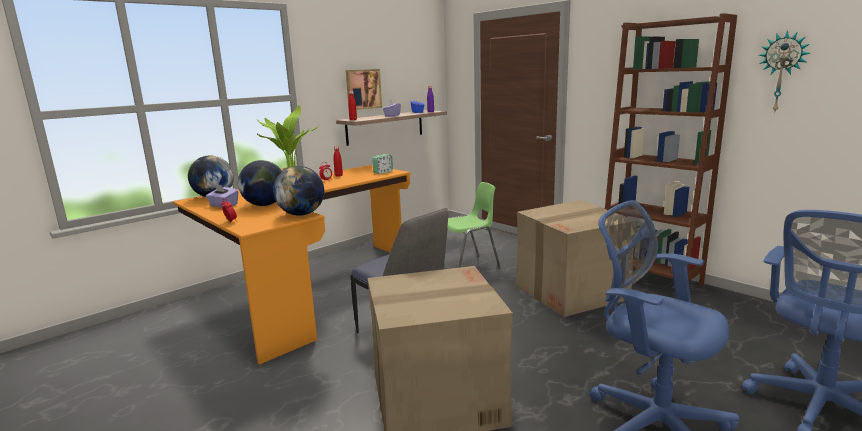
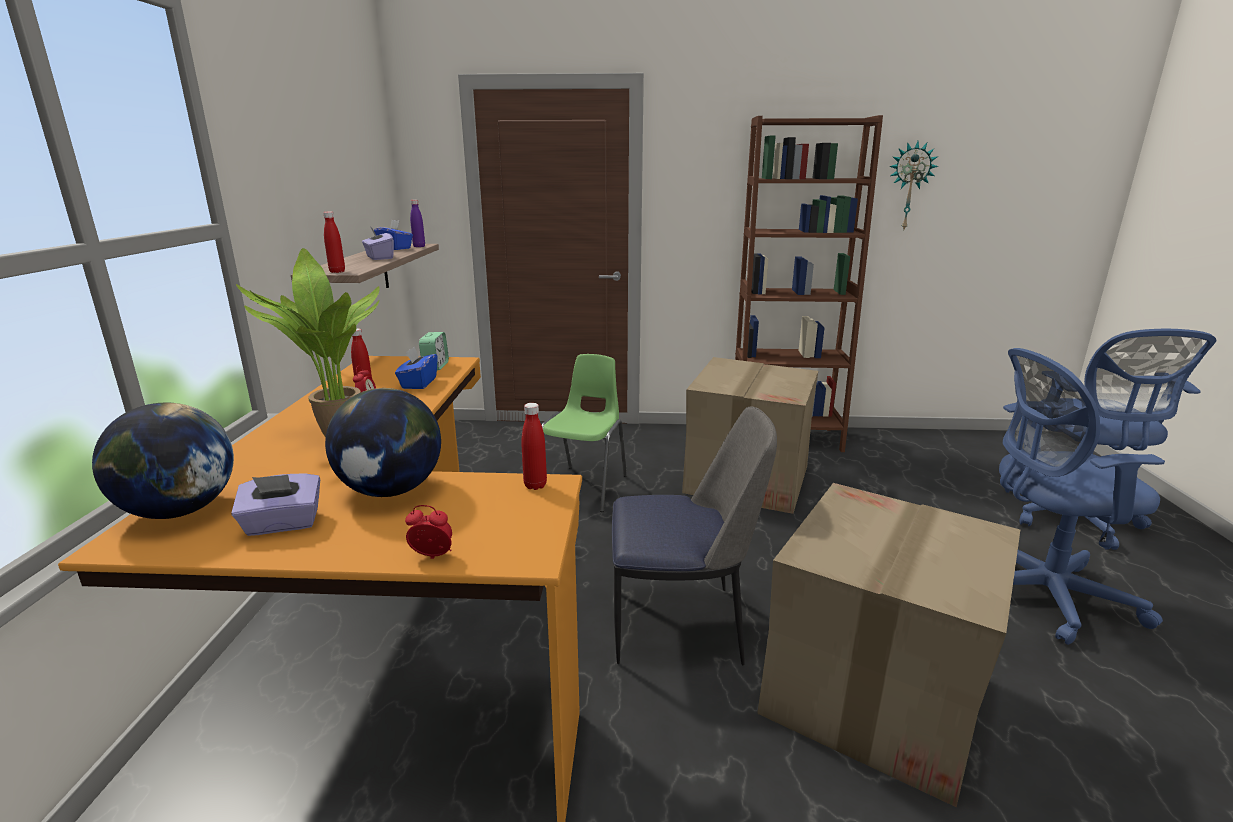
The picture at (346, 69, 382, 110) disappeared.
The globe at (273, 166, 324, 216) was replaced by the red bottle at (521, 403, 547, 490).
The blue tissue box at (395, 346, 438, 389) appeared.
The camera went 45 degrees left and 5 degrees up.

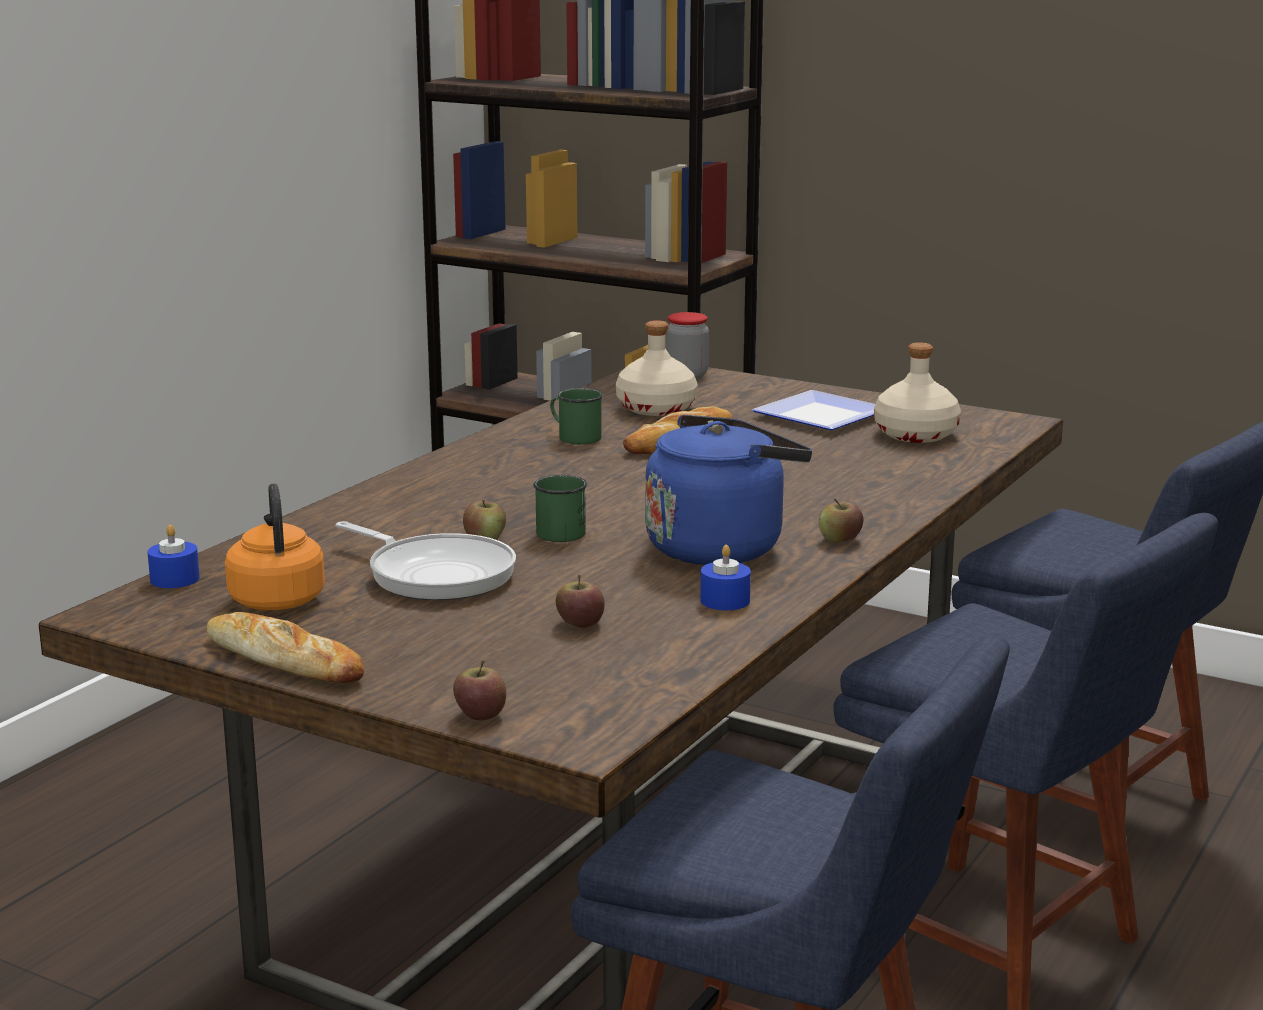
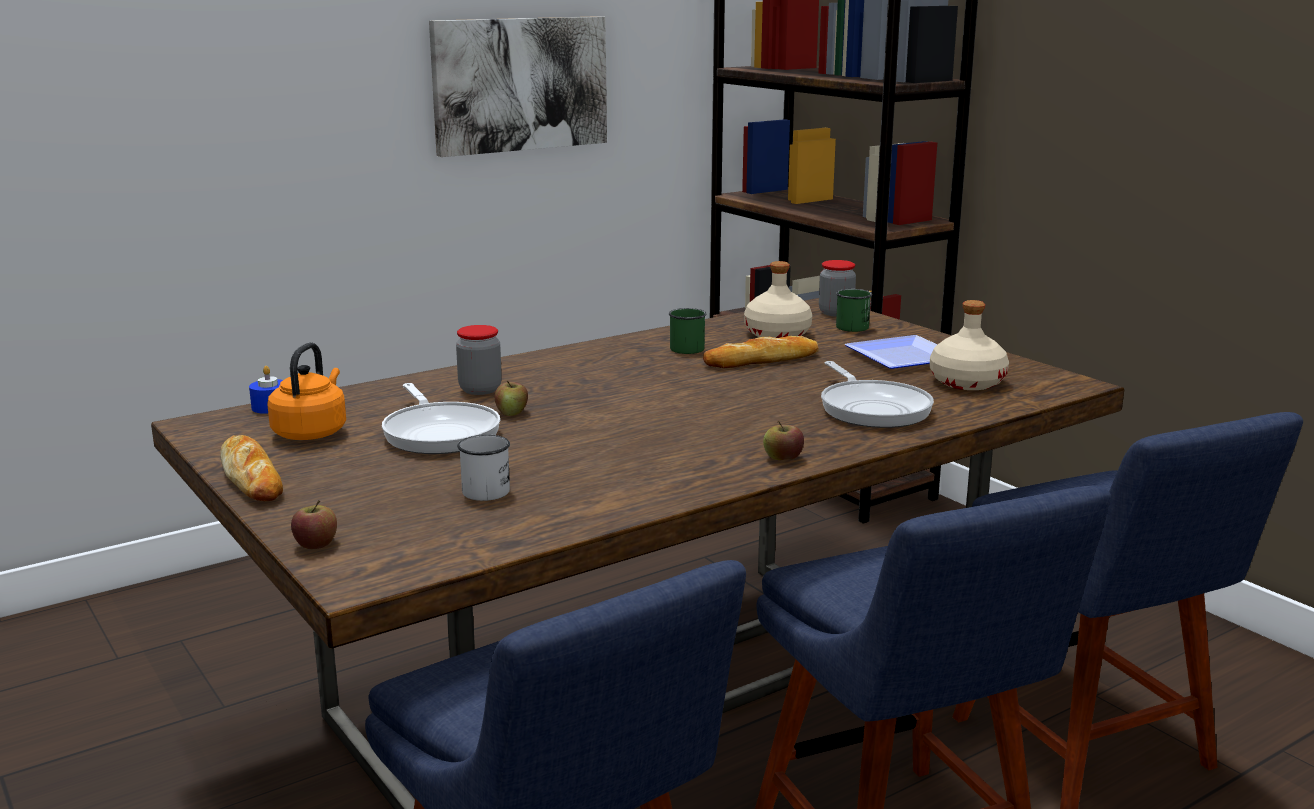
The blue kettle at (645, 415, 812, 565) disappeared.
The green mug moved from (533, 475, 587, 542) to (836, 289, 872, 332).
The blue candle at (700, 545, 751, 610) disappeared.
The apple at (556, 575, 605, 628) was replaced by the white mug at (457, 435, 510, 501).
The picture at (429, 16, 607, 157) appeared.
The jar at (456, 325, 502, 395) appeared.
The frying pan at (821, 361, 934, 428) appeared.
The camera went 25 degrees right and 0 degrees up.

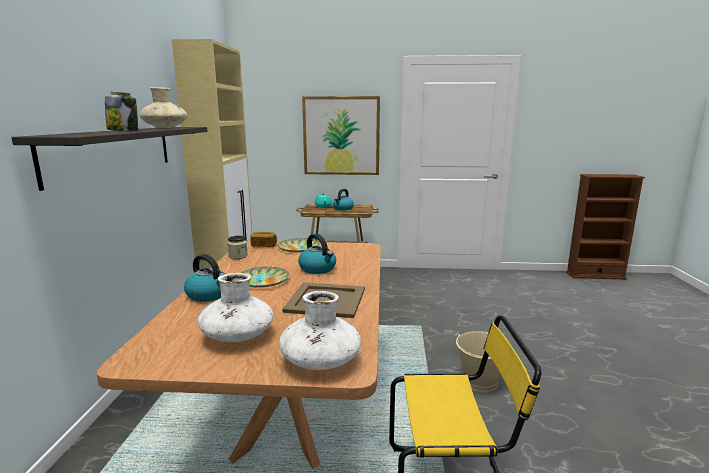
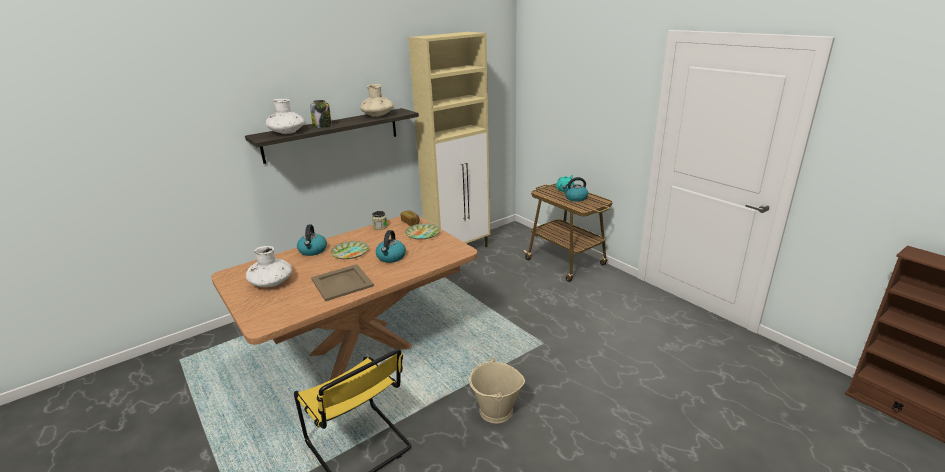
The picture at (302, 96, 380, 175) disappeared.
The white vase moved from (279, 291, 361, 370) to (266, 99, 305, 134).
The camera went 50 degrees right and 10 degrees up.

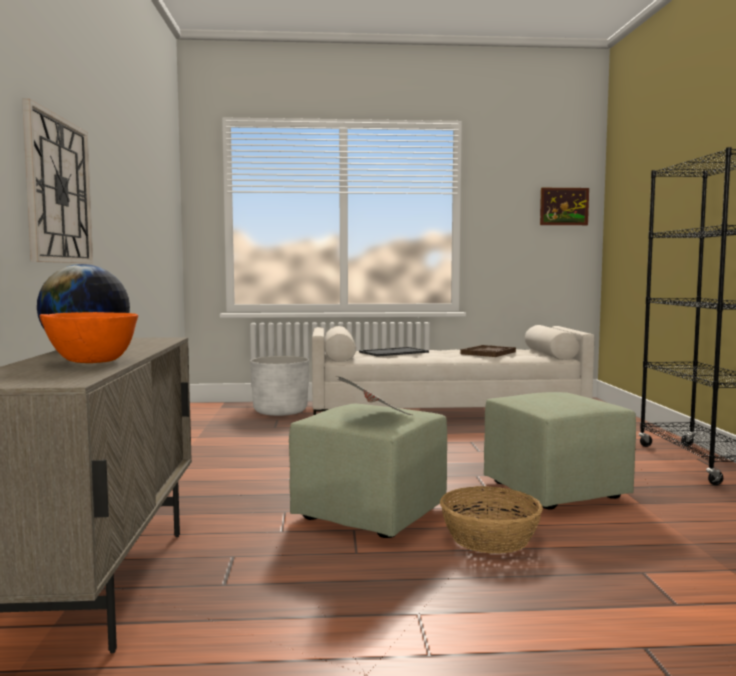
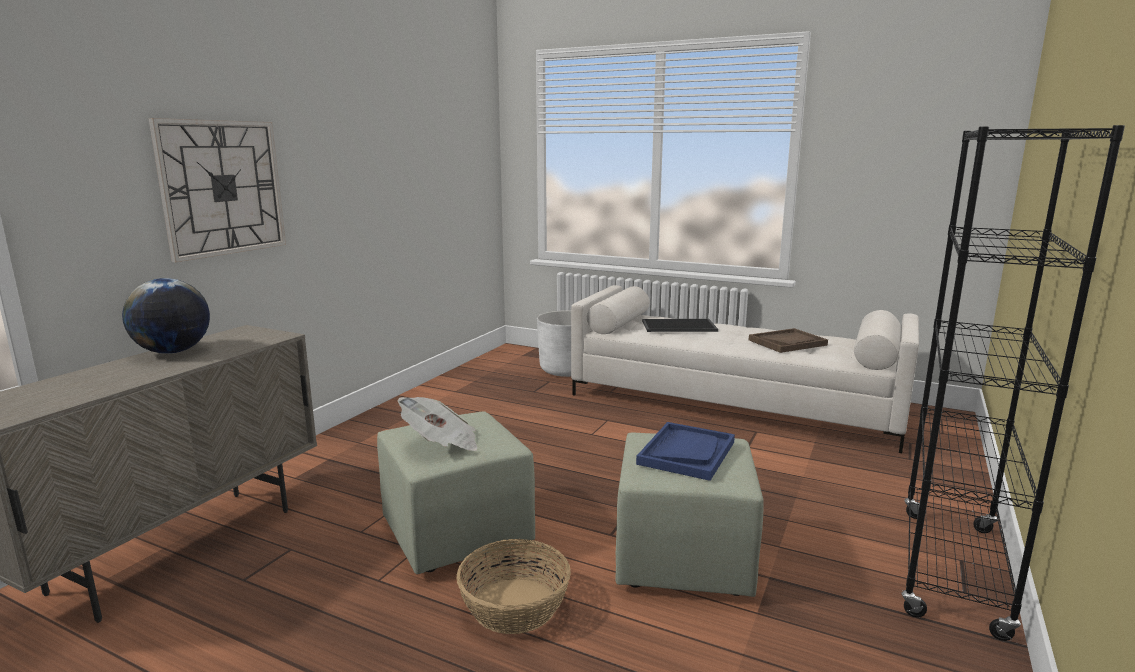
The picture at (540, 188, 589, 225) disappeared.
The orange bowl at (40, 312, 138, 363) disappeared.
The blue tray at (636, 422, 735, 481) appeared.
The camera went 30 degrees right and 10 degrees up.

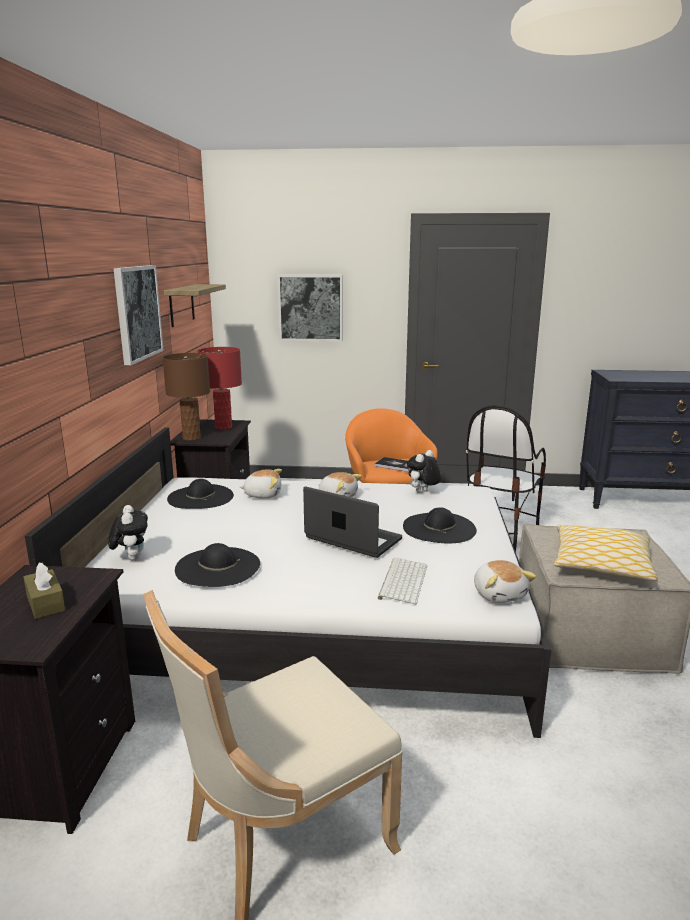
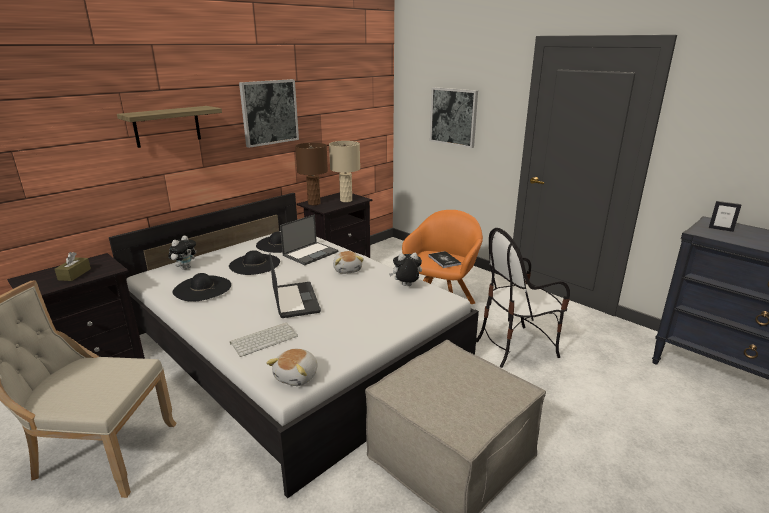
The shelf moved from (164, 284, 226, 327) to (117, 106, 222, 148).
The red table lamp at (198, 347, 242, 430) became the beige table lamp at (329, 141, 360, 202).
The plush toy at (239, 469, 282, 499) was replaced by the laptop at (280, 214, 338, 265).
The black hat moved from (403, 507, 477, 543) to (229, 250, 280, 275).
The pillow at (554, 525, 658, 581) disappeared.
The picture frame at (709, 201, 742, 232) appeared.
The camera went 40 degrees right and 5 degrees up.

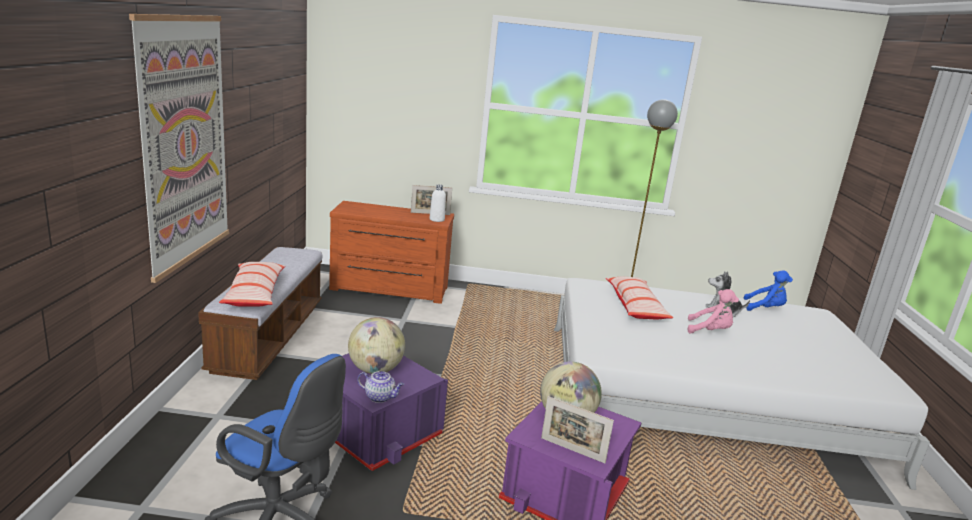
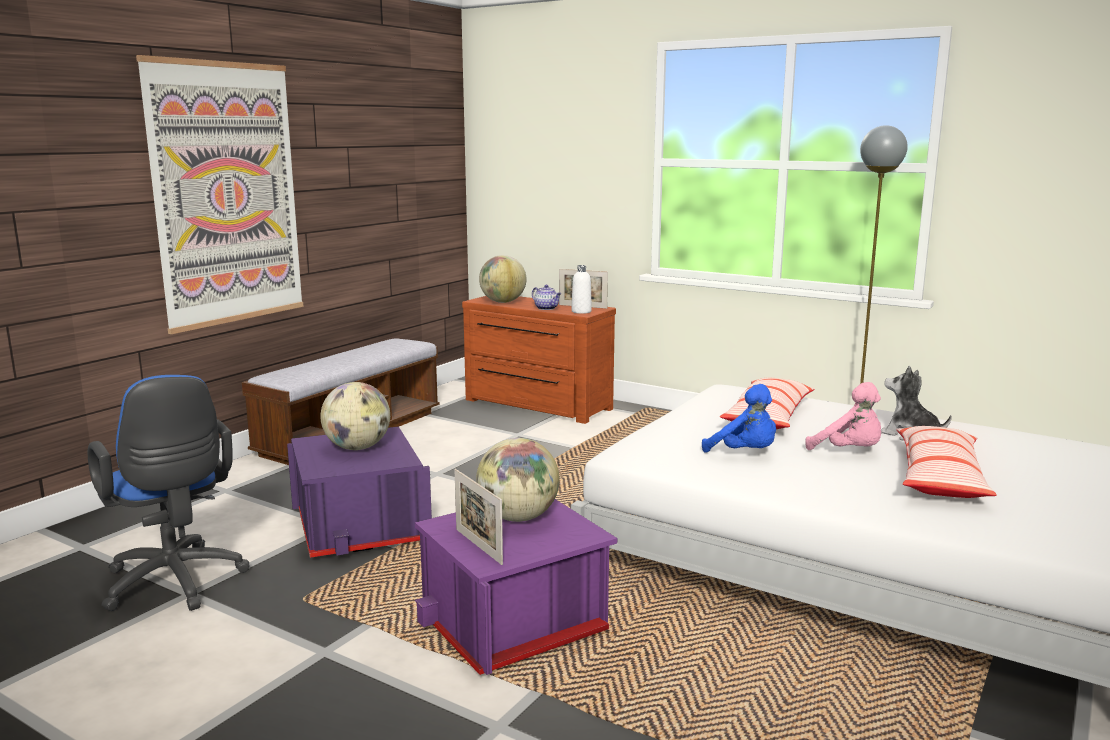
The pillow moved from (219, 262, 285, 307) to (896, 426, 997, 498).
The blue plush toy moved from (744, 270, 793, 311) to (702, 384, 776, 452).
The teapot moved from (357, 371, 404, 403) to (532, 285, 561, 310).
The globe at (479, 255, 526, 303) appeared.
The camera went 30 degrees right and 5 degrees down.

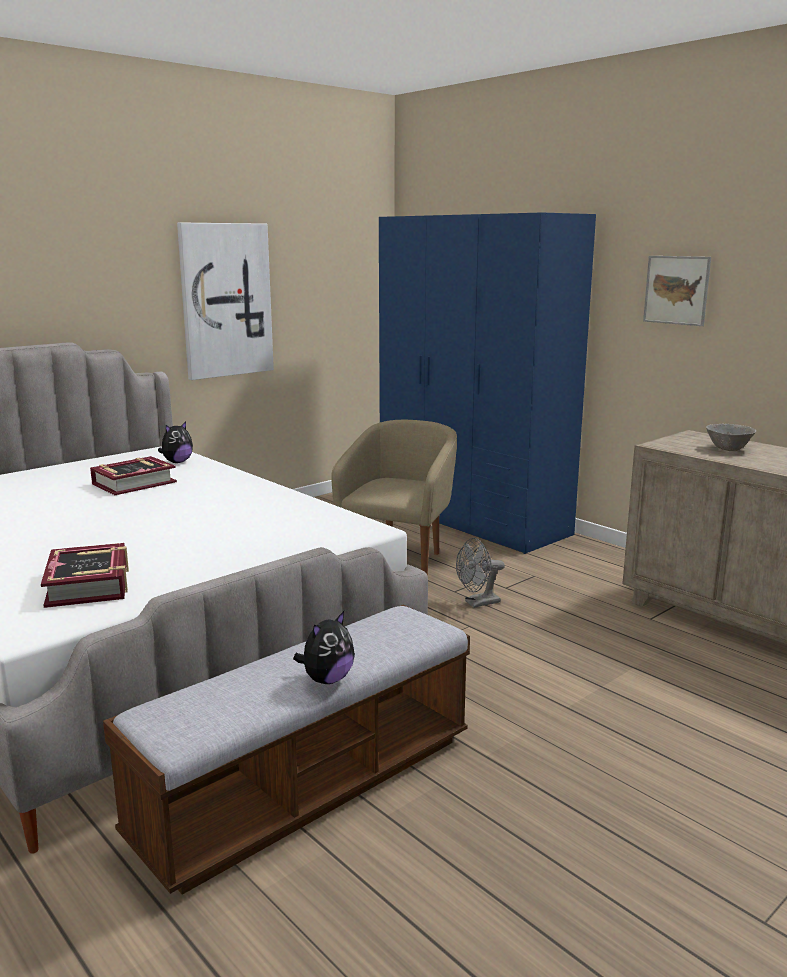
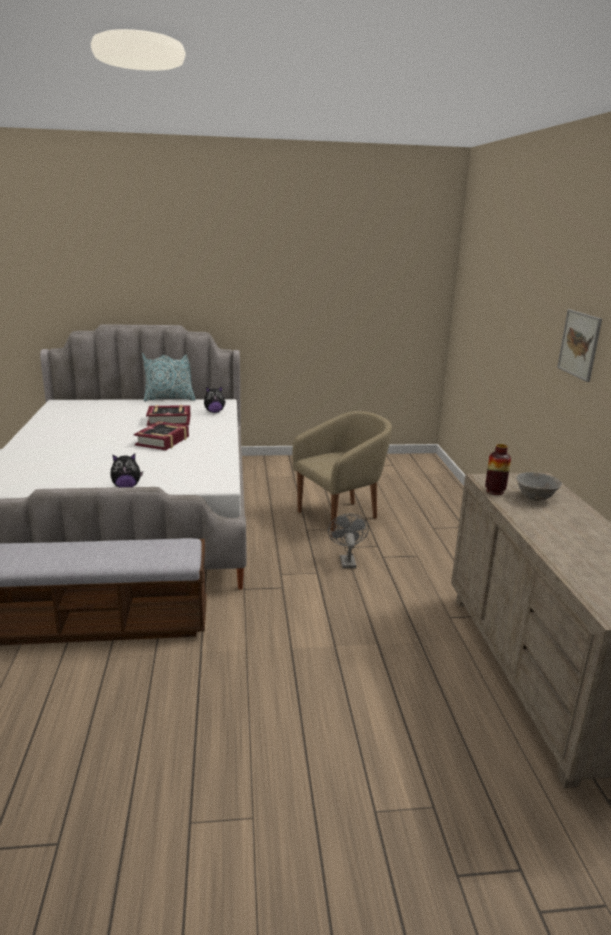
The blue wardrobe at (379, 212, 596, 554) disappeared.
The picture at (177, 222, 274, 380) disappeared.
The grey fan at (456, 538, 505, 608) turned 75 degrees clockwise.
The book moved from (41, 543, 129, 608) to (134, 421, 189, 450).
The plush toy moved from (293, 611, 355, 684) to (110, 454, 143, 487).
The pillow at (142, 353, 195, 401) appeared.
The vase at (485, 444, 511, 495) appeared.
The camera went 35 degrees right and 5 degrees up.

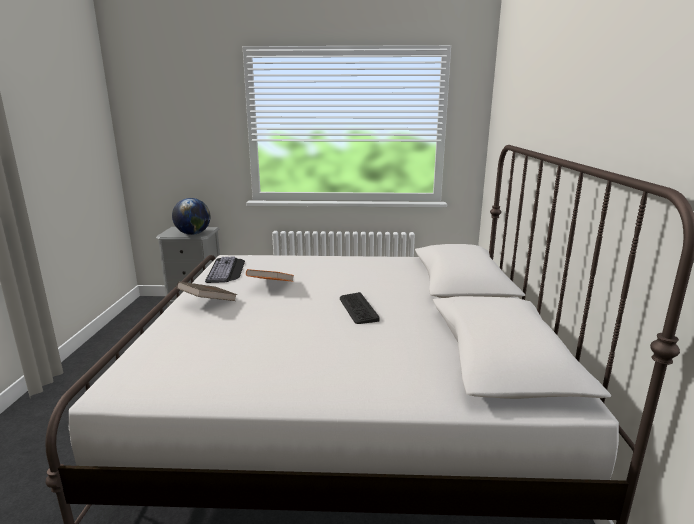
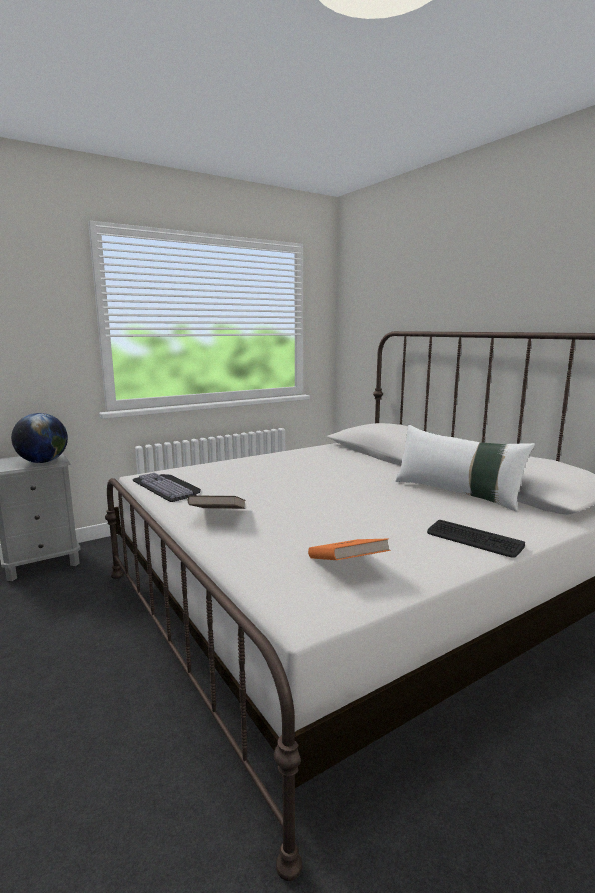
The orange book moved from (246, 269, 294, 282) to (308, 539, 391, 560).
The keyboard moved from (340, 292, 380, 324) to (427, 520, 525, 558).
The white pillow at (395, 425, 535, 512) appeared.
The camera went 35 degrees left and 5 degrees down.

